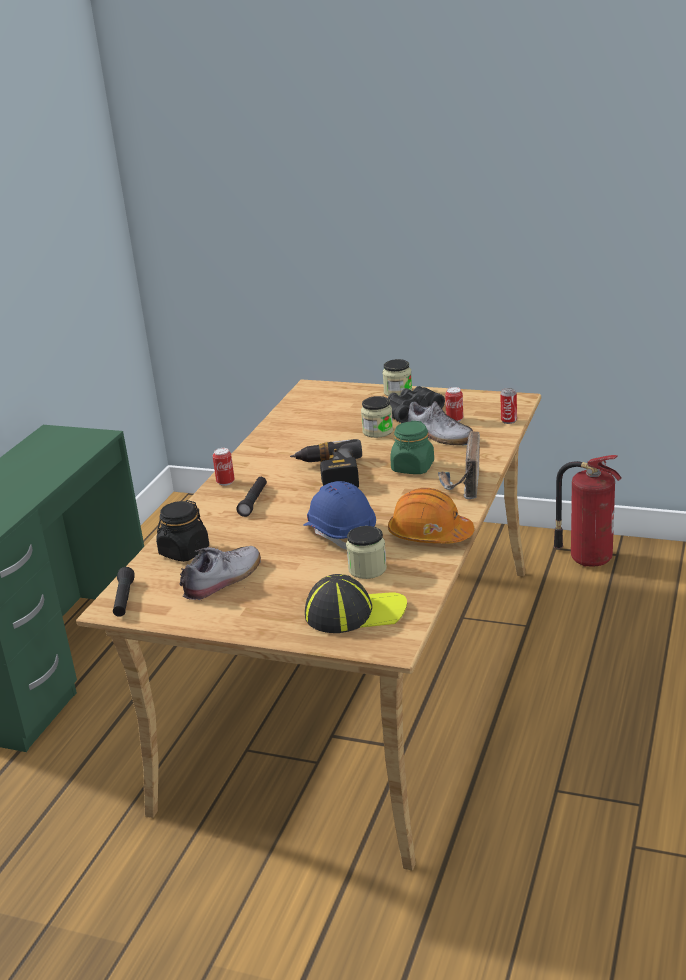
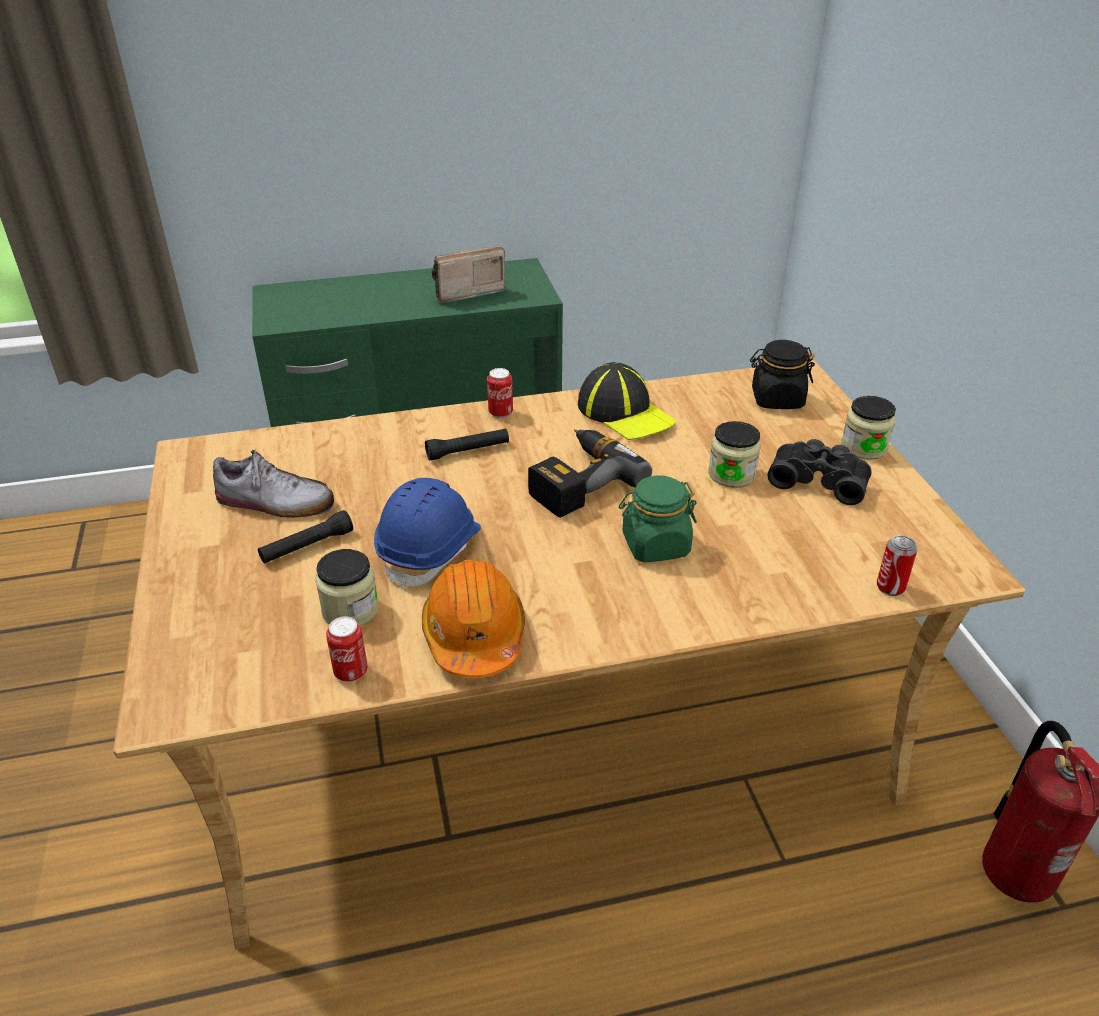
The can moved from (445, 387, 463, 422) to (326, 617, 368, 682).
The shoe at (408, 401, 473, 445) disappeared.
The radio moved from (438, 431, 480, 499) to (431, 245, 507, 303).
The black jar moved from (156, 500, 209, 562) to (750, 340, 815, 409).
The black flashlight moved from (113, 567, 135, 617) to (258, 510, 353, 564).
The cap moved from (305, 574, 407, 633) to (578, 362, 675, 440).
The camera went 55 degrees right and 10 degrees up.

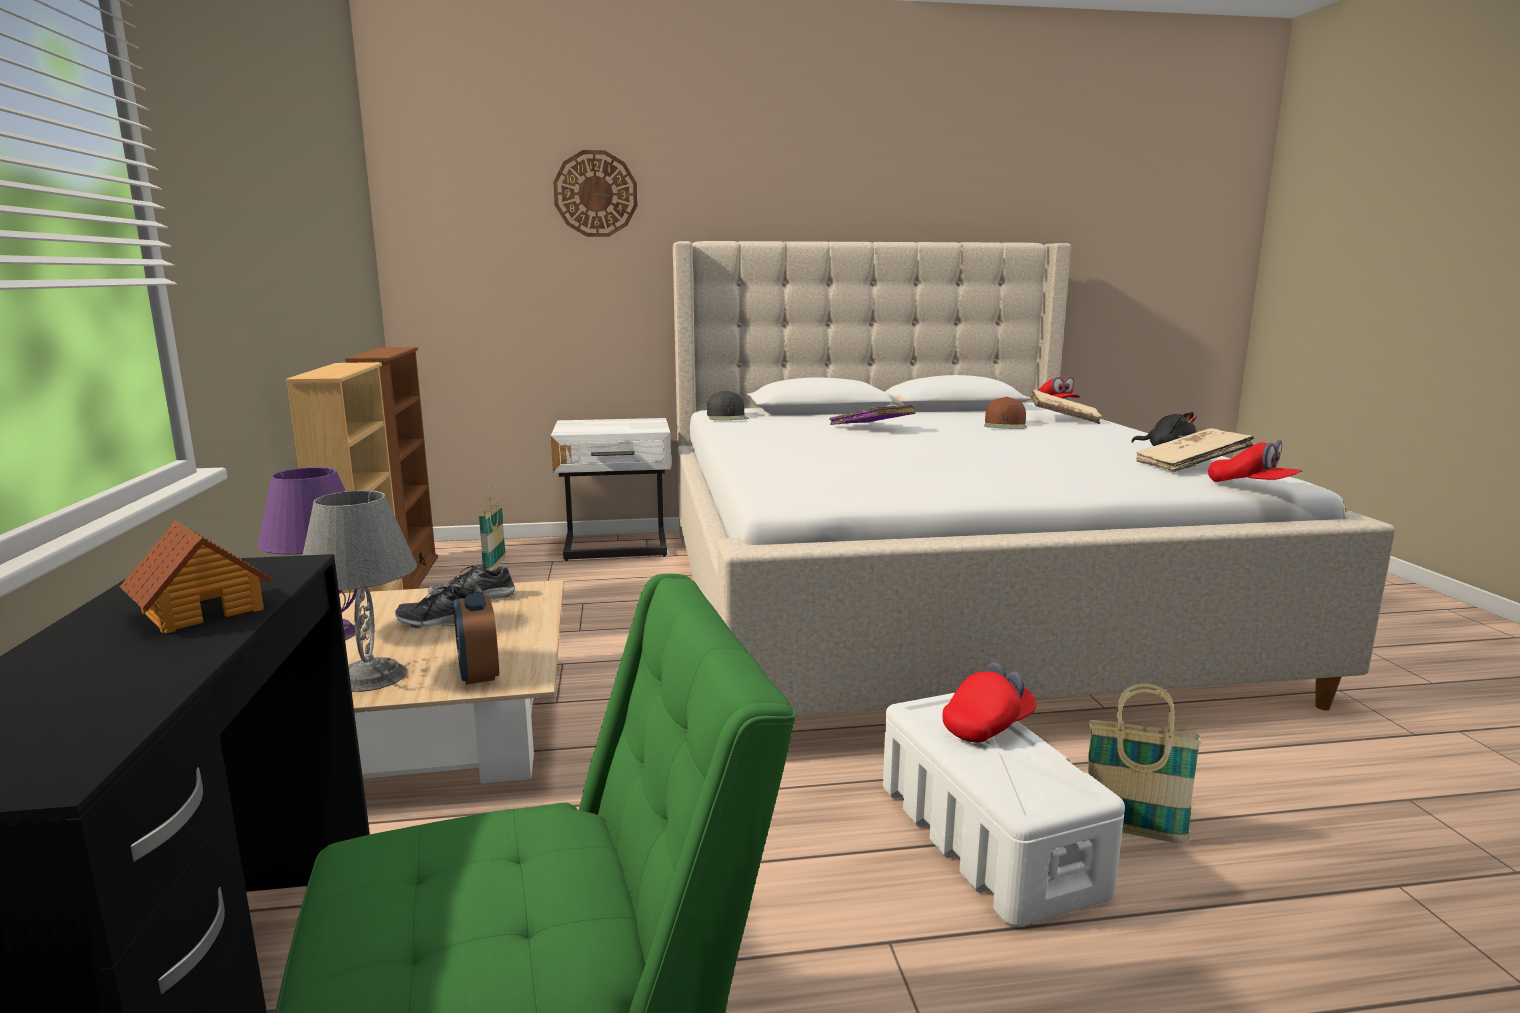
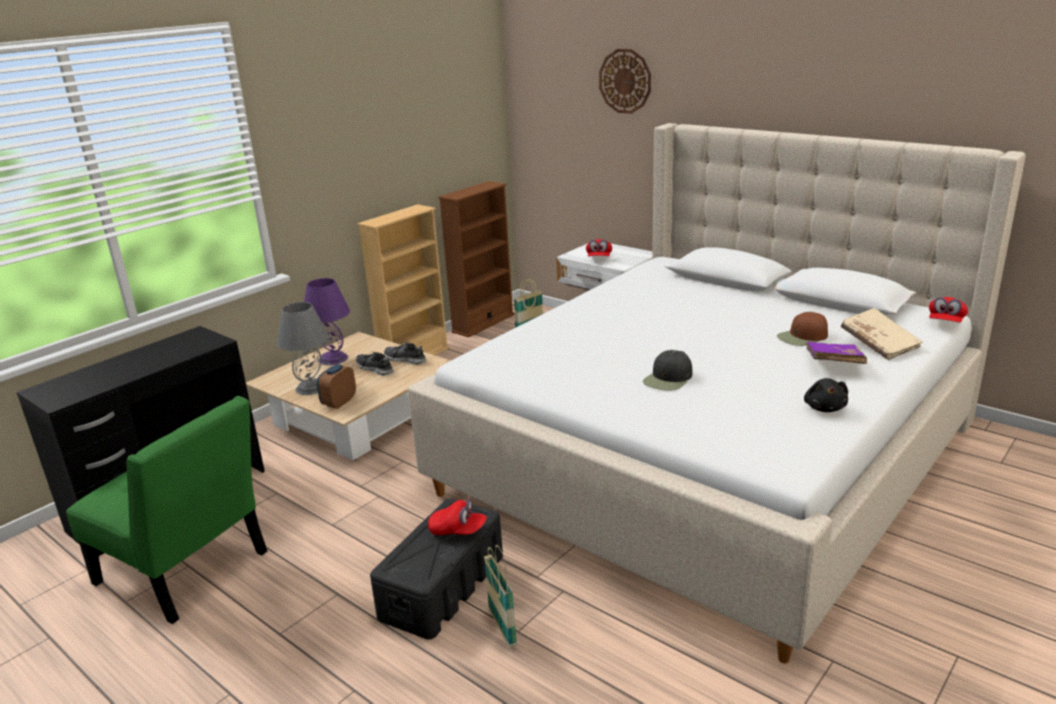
The black cap moved from (707, 390, 749, 420) to (643, 350, 692, 391).
The purple book moved from (829, 405, 916, 425) to (805, 342, 867, 364).
The beige book at (1136, 428, 1254, 472) disappeared.
The red cap moved from (1208, 440, 1302, 482) to (586, 239, 612, 257).
The toy house at (120, 521, 272, 634) disappeared.
The white storage box at (883, 693, 1125, 927) became the black storage box at (370, 499, 503, 640).
The camera went 50 degrees right and 10 degrees up.

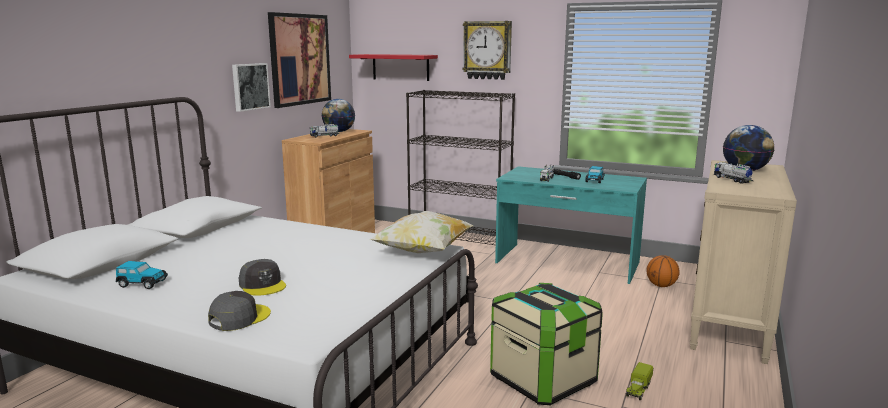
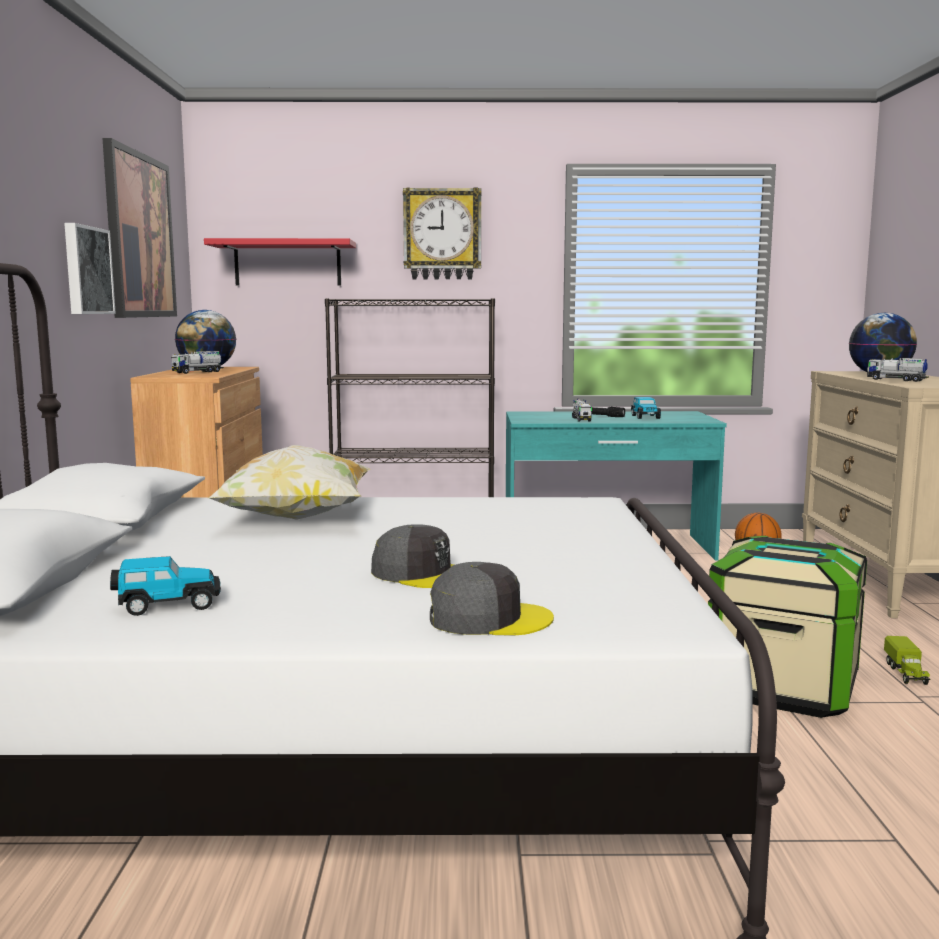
The pillow moved from (369, 211, 474, 253) to (208, 445, 371, 520).
The grey cap at (208, 291, 271, 331) turned 75 degrees clockwise.
The camera went 25 degrees left and 5 degrees down.

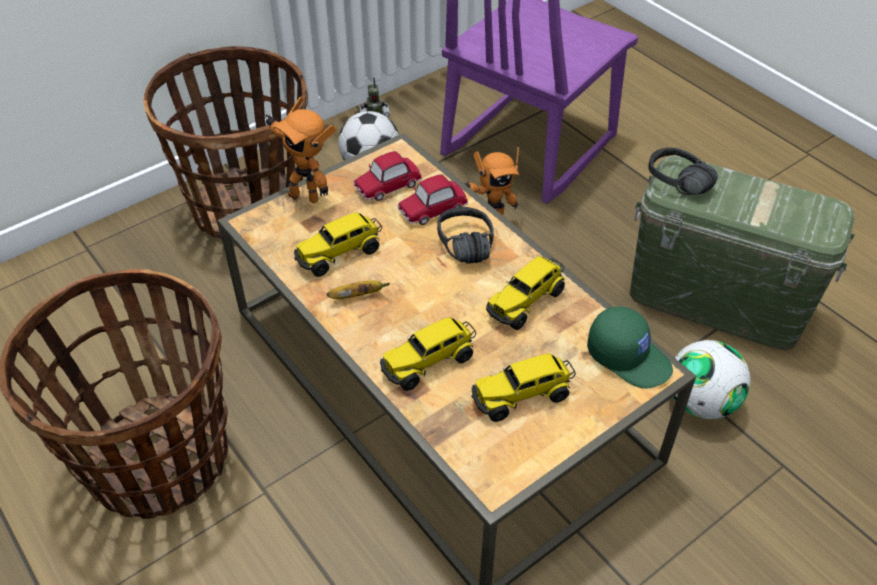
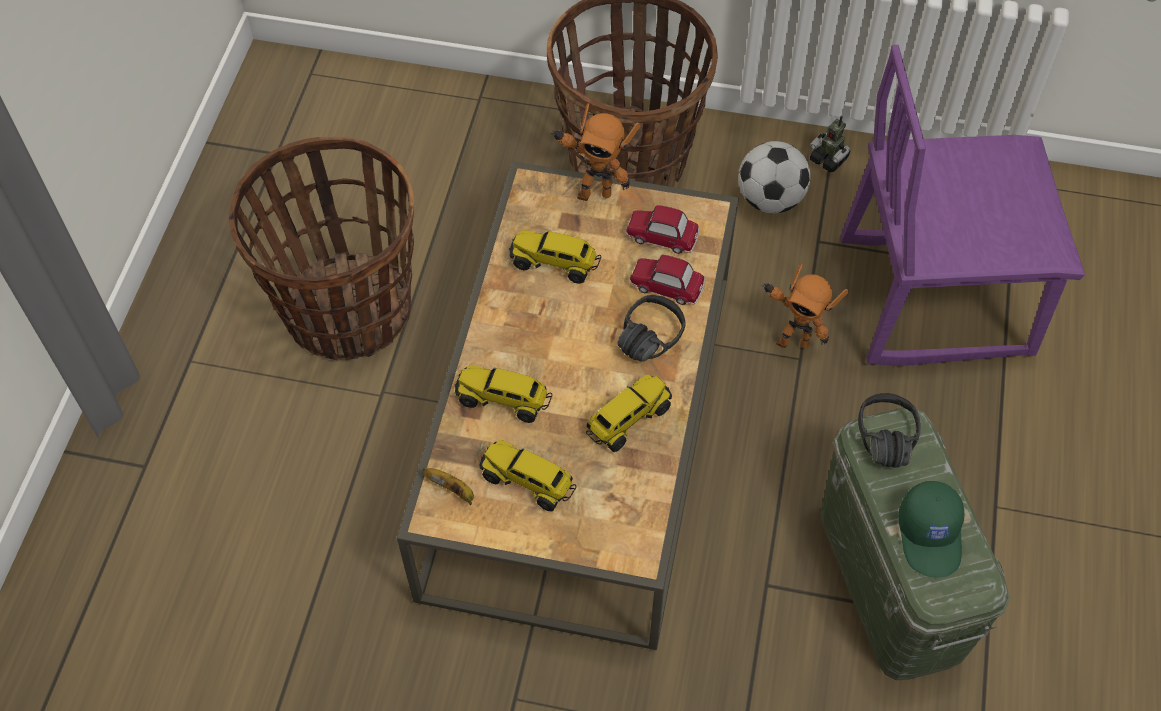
The toy robot at (264, 97, 337, 203) turned 75 degrees counterclockwise.
The toy truck at (486, 256, 565, 330) turned 135 degrees clockwise.
The banana moved from (327, 281, 390, 299) to (423, 468, 474, 505).
The green cap moved from (587, 307, 673, 389) to (898, 481, 964, 578).
The football at (673, 340, 751, 419) disappeared.
The camera went 50 degrees right and 10 degrees up.

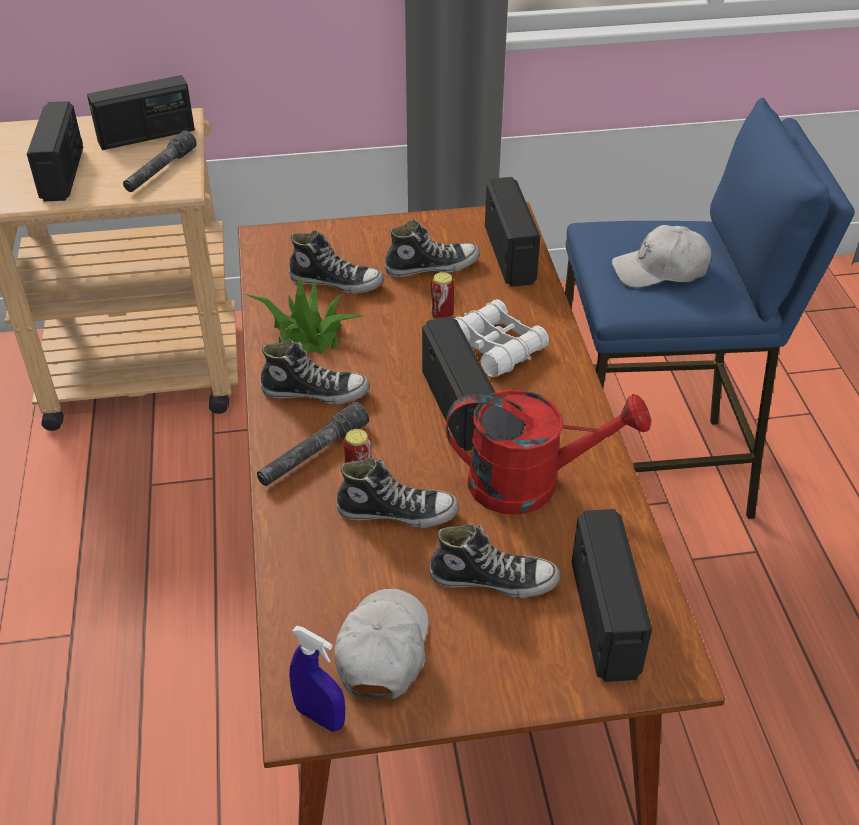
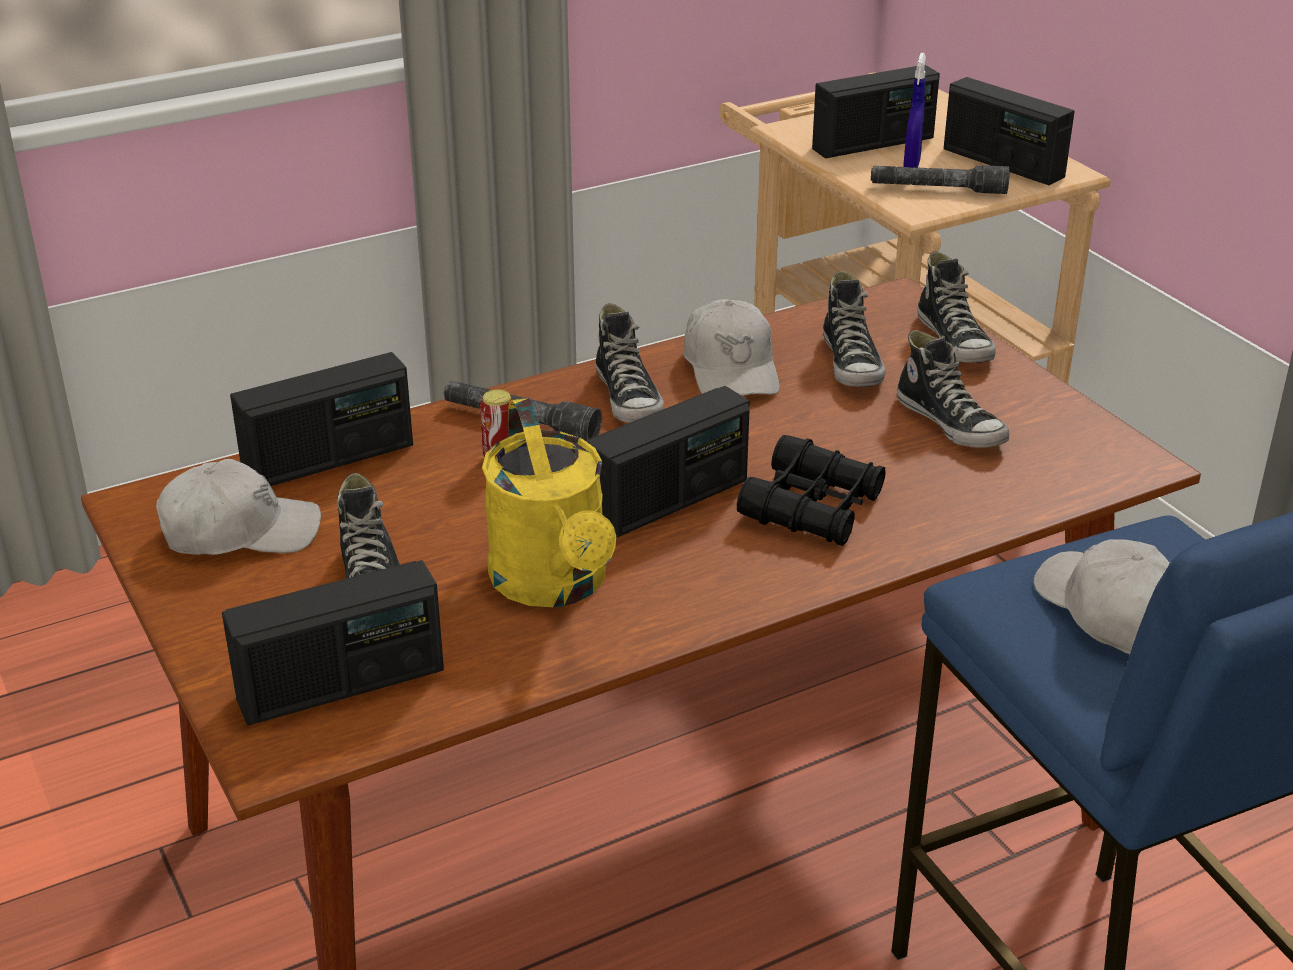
The radio moved from (485, 177, 540, 287) to (230, 352, 413, 486).
The can at (431, 272, 454, 319) disappeared.
The potted plant at (245, 276, 364, 354) was replaced by the white cap at (684, 299, 780, 396).
The white binoculars at (454, 299, 549, 377) became the black binoculars at (737, 435, 885, 546).
The red watering can at (446, 390, 651, 515) became the yellow watering can at (482, 398, 616, 607).
The shoe moved from (336, 458, 459, 528) to (918, 251, 996, 363).
The blue spray bottle moved from (289, 626, 345, 732) to (903, 53, 926, 168).
The camera went 70 degrees right and 10 degrees down.

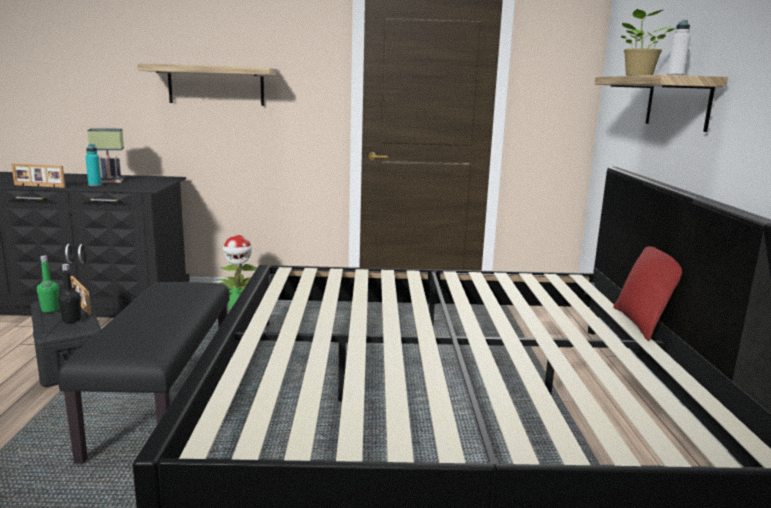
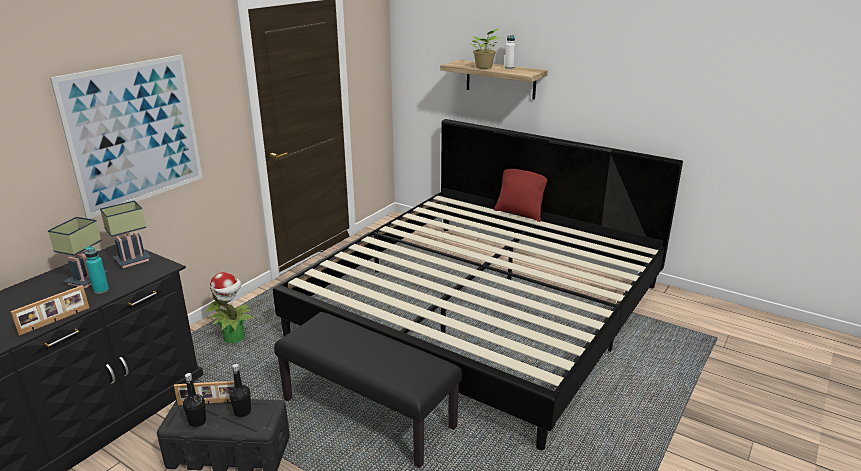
The shelf at (137, 63, 277, 106) was replaced by the picture at (50, 55, 203, 219).
The green bottle at (37, 255, 59, 312) became the black bottle at (183, 373, 206, 427).
The table lamp at (100, 201, 151, 268) appeared.
The camera went 55 degrees left and 10 degrees up.

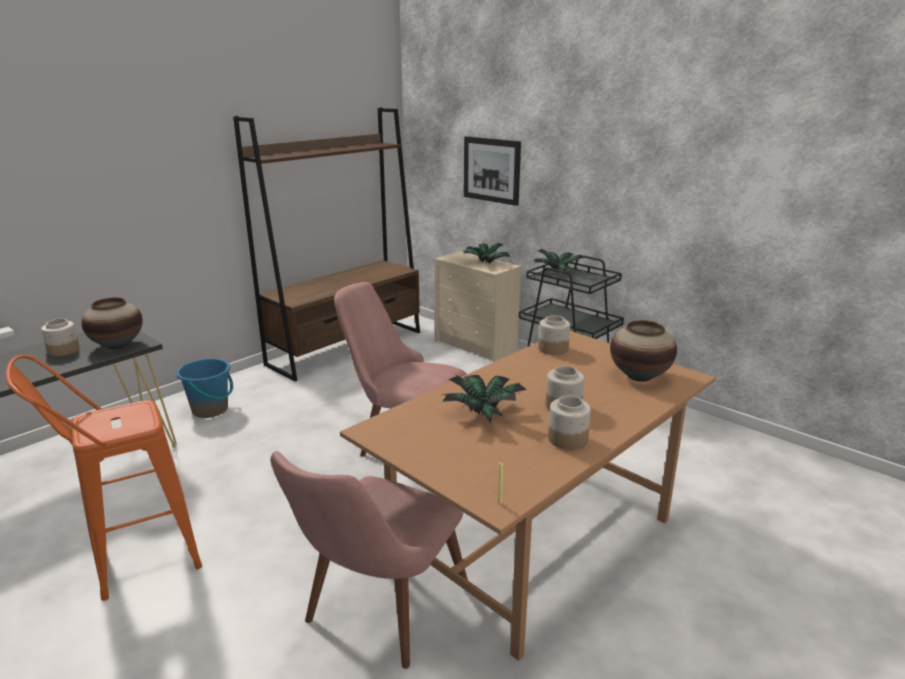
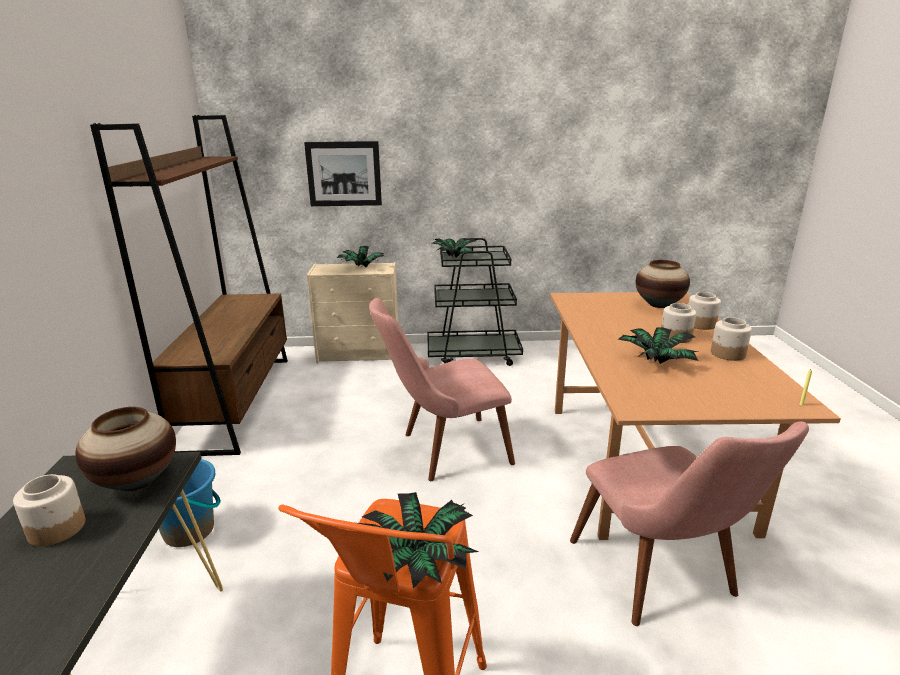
The jar moved from (538, 315, 570, 355) to (688, 292, 721, 330).
The potted plant at (358, 492, 479, 588) appeared.
The camera went 45 degrees left and 0 degrees up.

